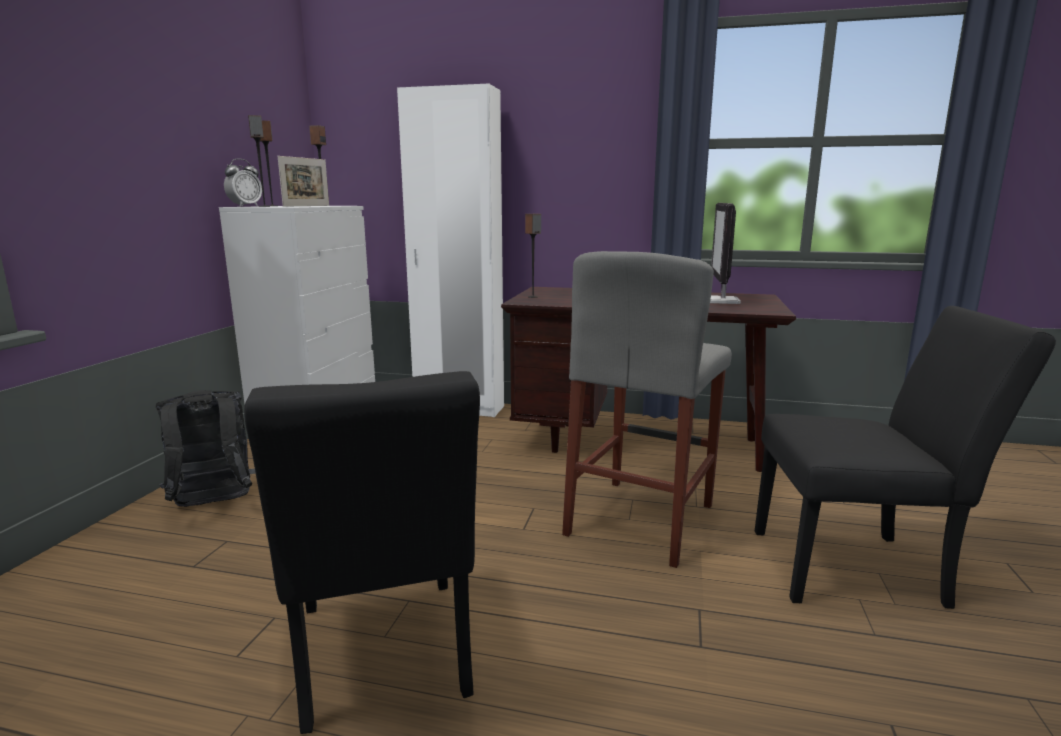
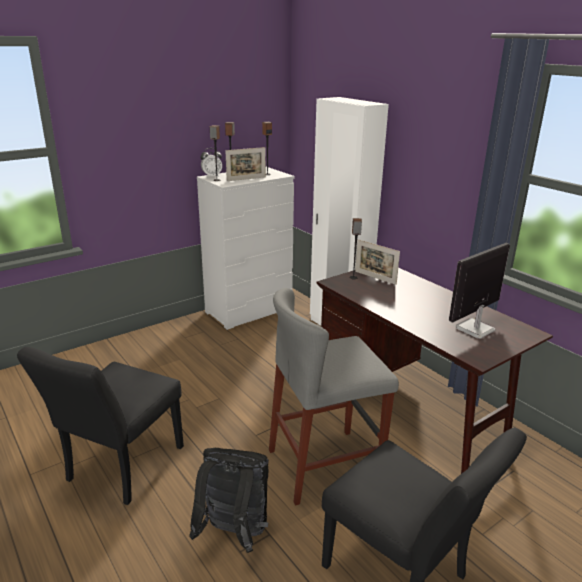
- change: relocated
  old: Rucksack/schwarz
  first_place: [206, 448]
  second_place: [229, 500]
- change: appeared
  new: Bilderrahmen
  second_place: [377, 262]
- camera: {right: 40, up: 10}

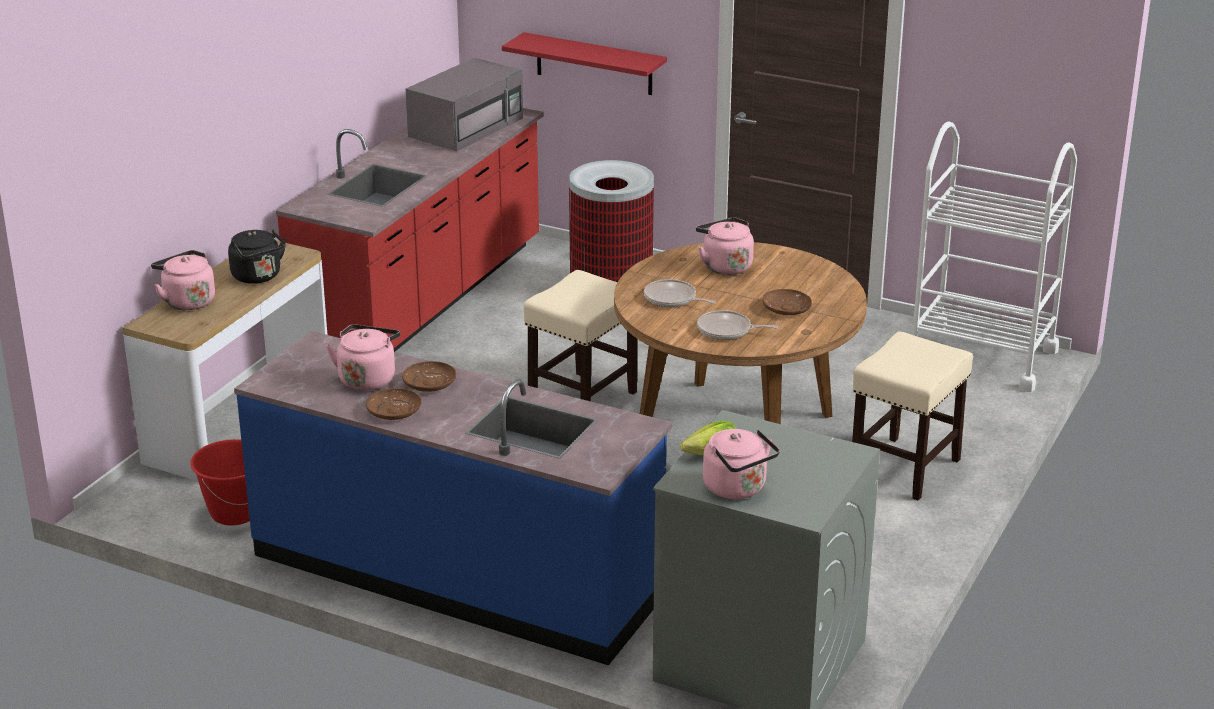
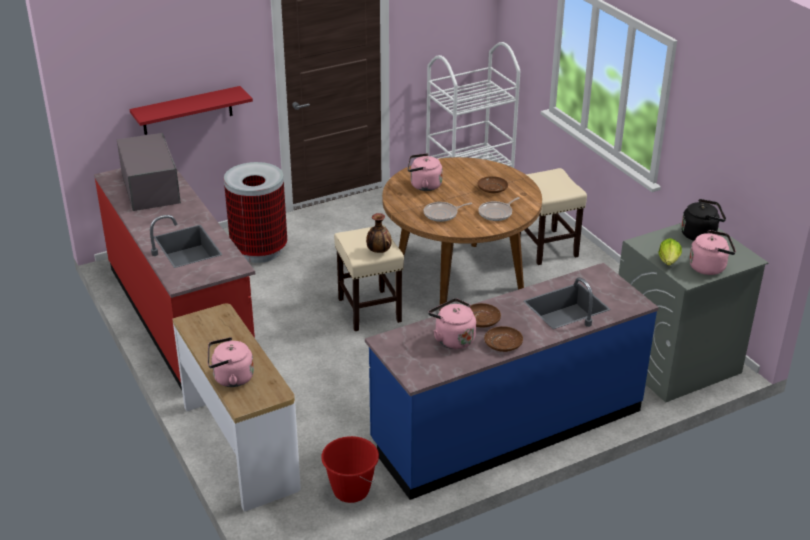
- change: relocated
  old: Wasserkessel/schwarz
  first_place: [257, 256]
  second_place: [703, 220]
- change: appeared
  new: Vase
  second_place: [379, 233]
- camera: {right: -55, up: 5}

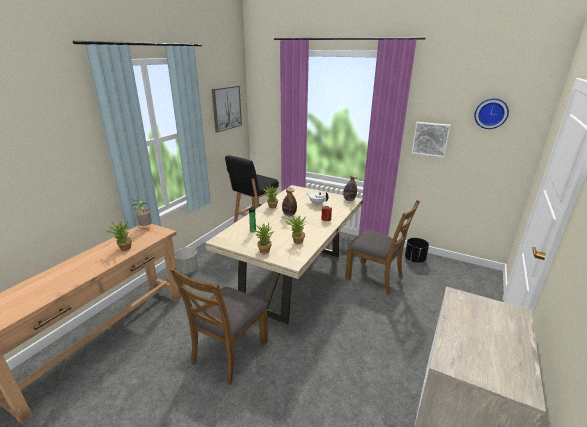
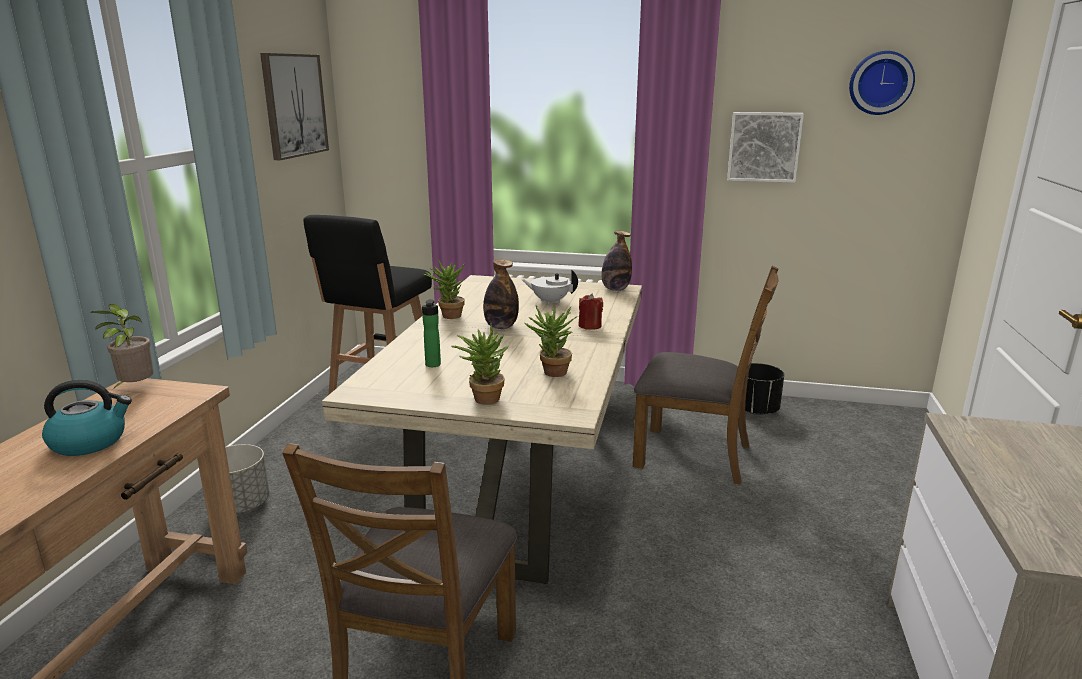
- change: exchanged
  old: Topfpflanze
  new: Wasserkessel
  first_place: [119, 236]
  second_place: [87, 418]
- camera: {right: -15, up: -5}

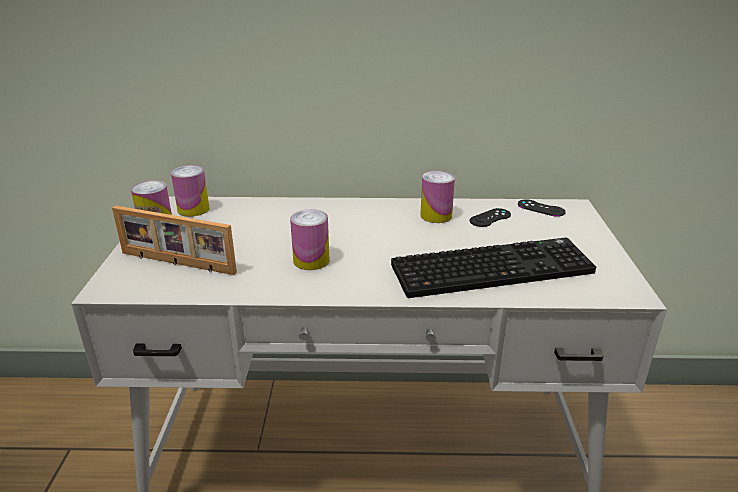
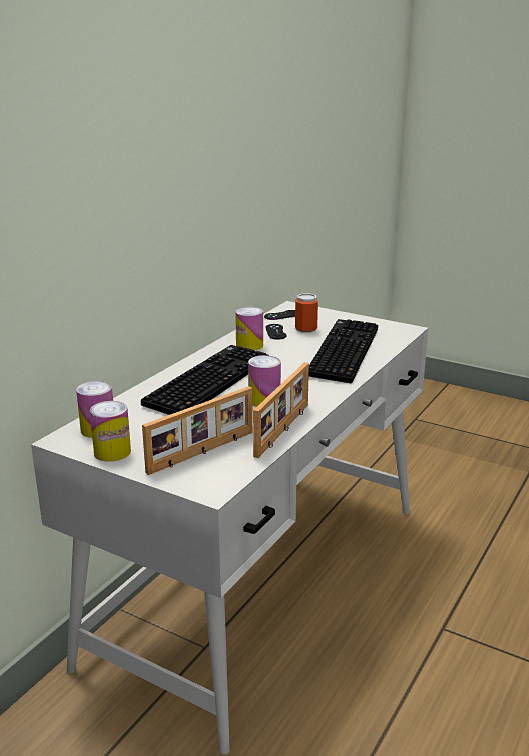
- change: appeared
  new: Tastatur
  second_place: [205, 380]
- change: appeared
  new: Bilderrahmen
  second_place: [281, 410]
- change: appeared
  new: Dose
  second_place: [306, 313]
- camera: {right: -60, up: -5}

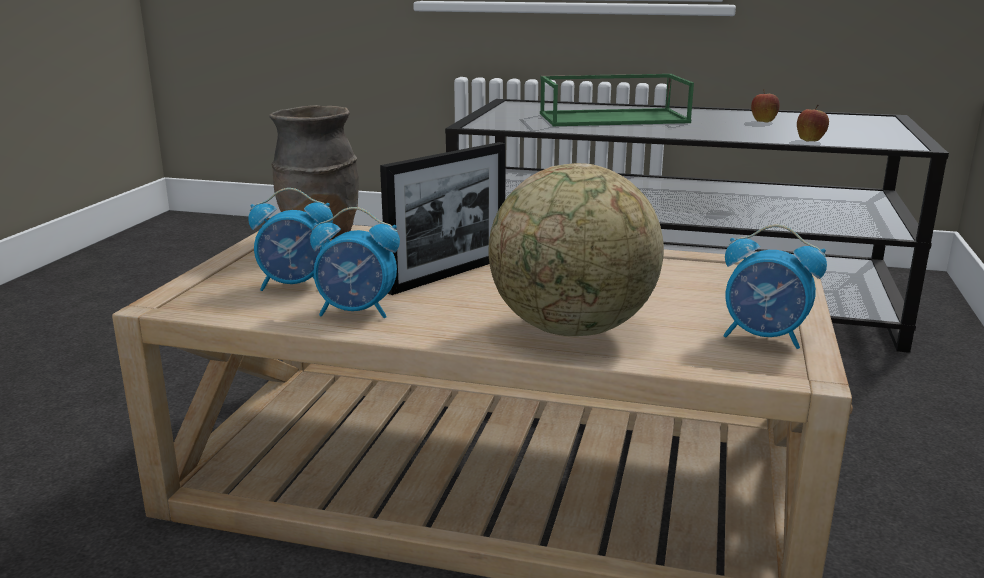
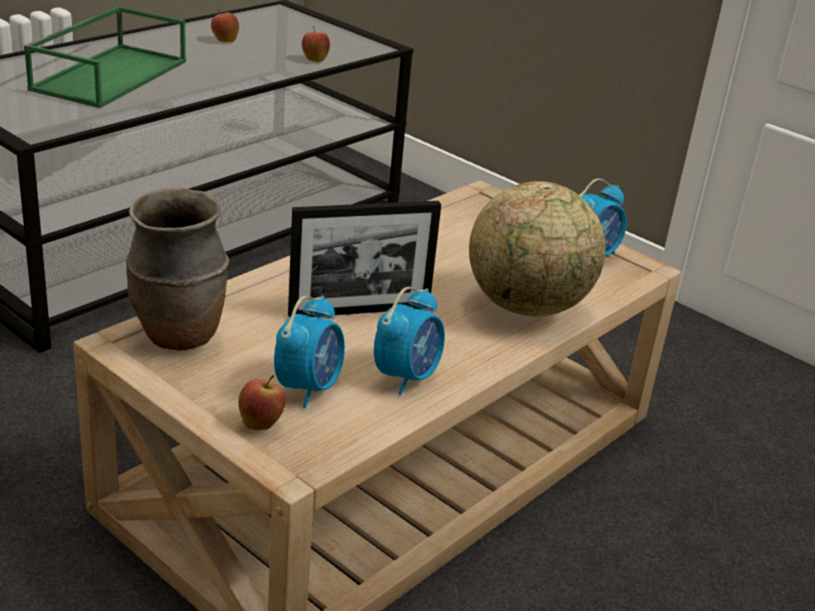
- change: spun
  old: Bilderrahmen
  first_place: [443, 218]
  second_place: [364, 259]
  degrees: 90
- change: appeared
  new: Apfel
  second_place: [262, 402]
- camera: {right: -65, up: 10}

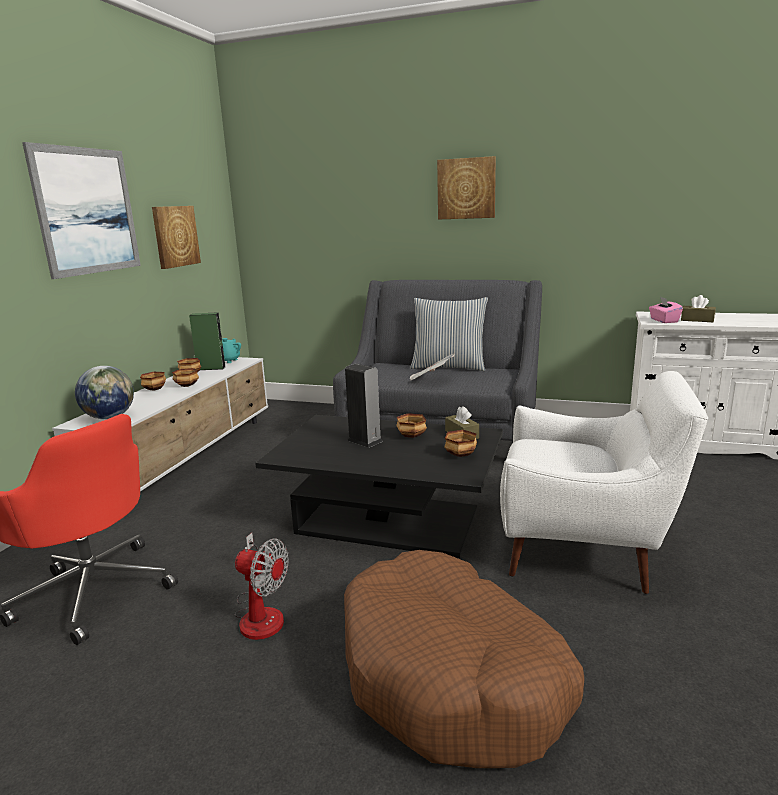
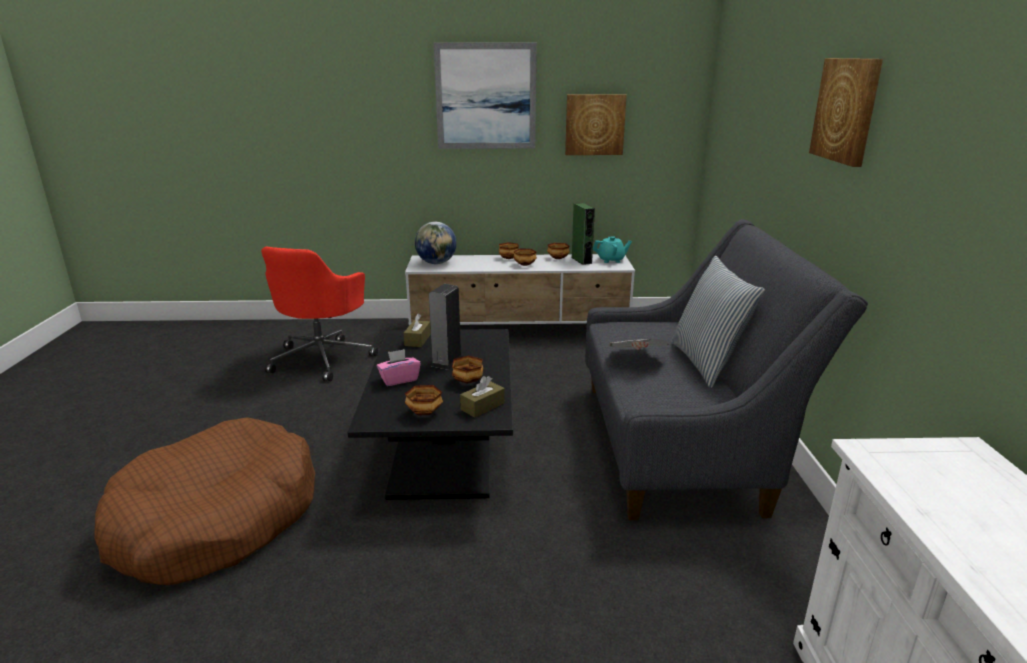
- change: missing
  old: Ventilator
  first_place: [262, 586]
- change: missing
  old: Sessel/weiß
  first_place: [604, 482]
- change: relocated
  old: Taschentuchbox/rosa
  first_place: [666, 310]
  second_place: [399, 367]
- change: relocated
  old: Taschentuchbox/braun
  first_place: [698, 308]
  second_place: [417, 330]
- camera: {right: 70, up: 5}

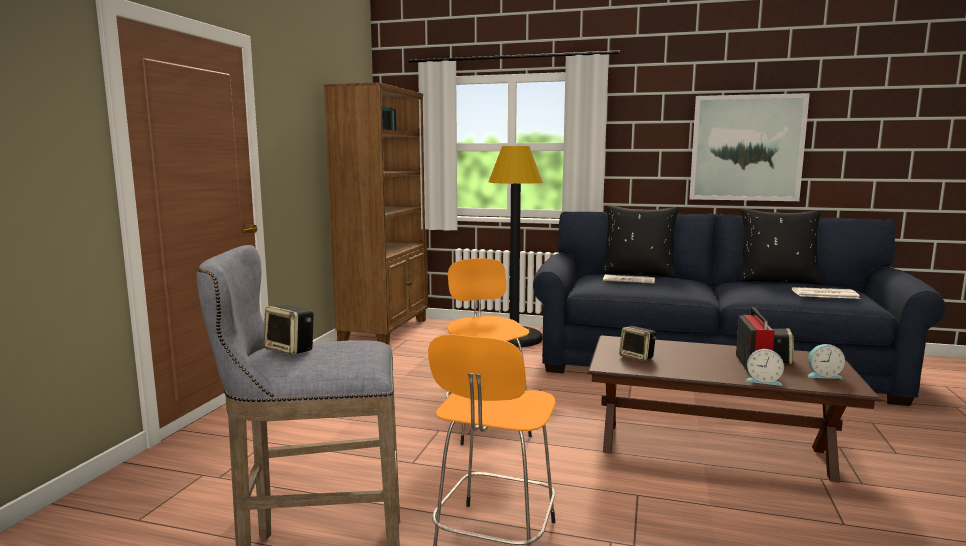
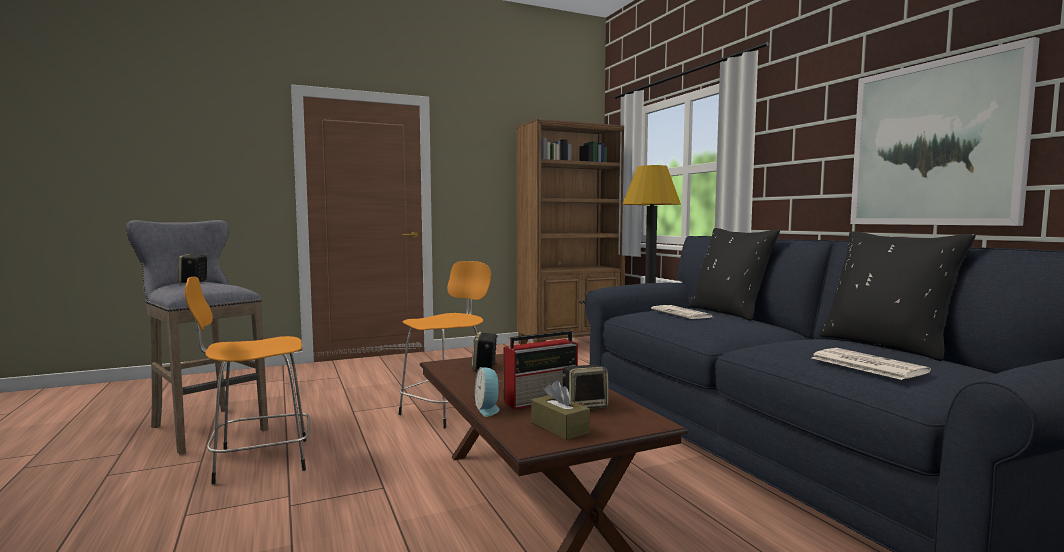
- change: exchanged
  old: Wecker
  new: Taschentuchbox/braun
  first_place: [826, 361]
  second_place: [560, 410]
- camera: {right: 50, up: -5}

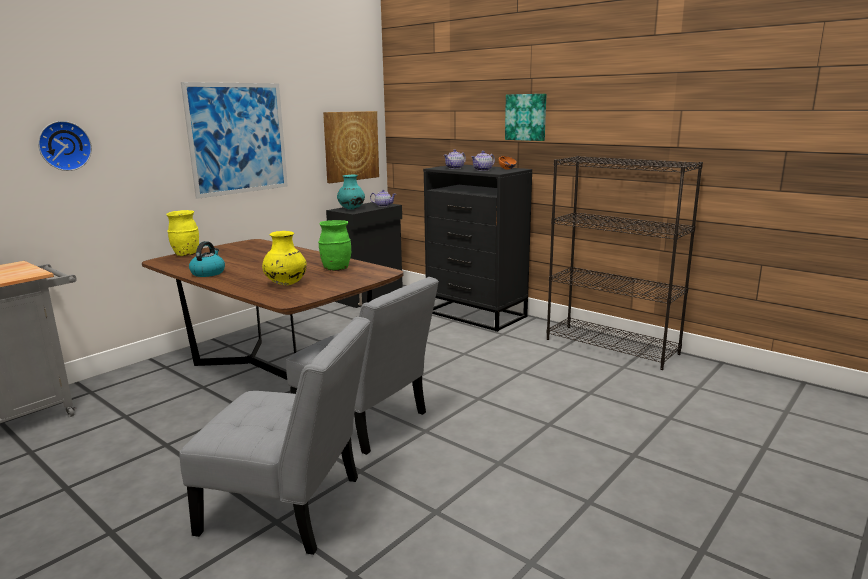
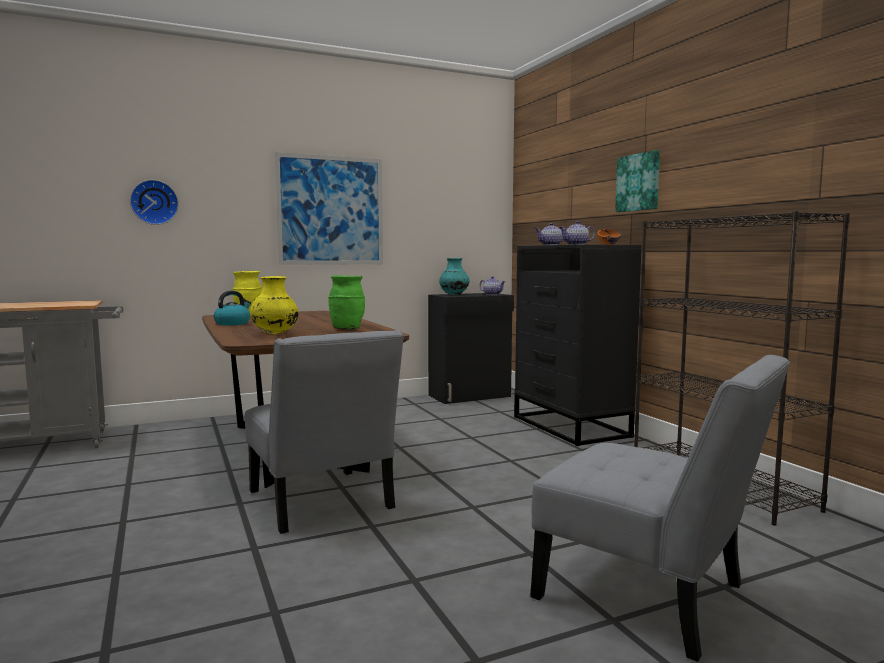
- change: relocated
  old: Stuhl/grau
  first_place: [274, 436]
  second_place: [660, 508]
- change: missing
  old: Bild
  first_place: [351, 147]
- camera: {right: 25, up: -10}

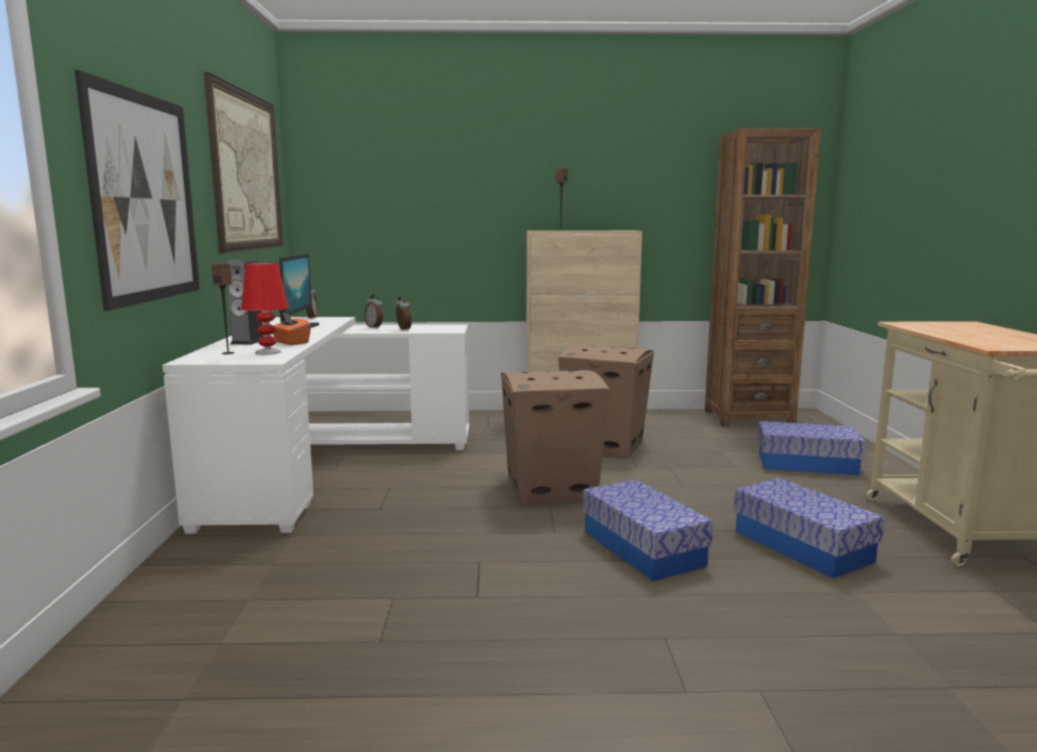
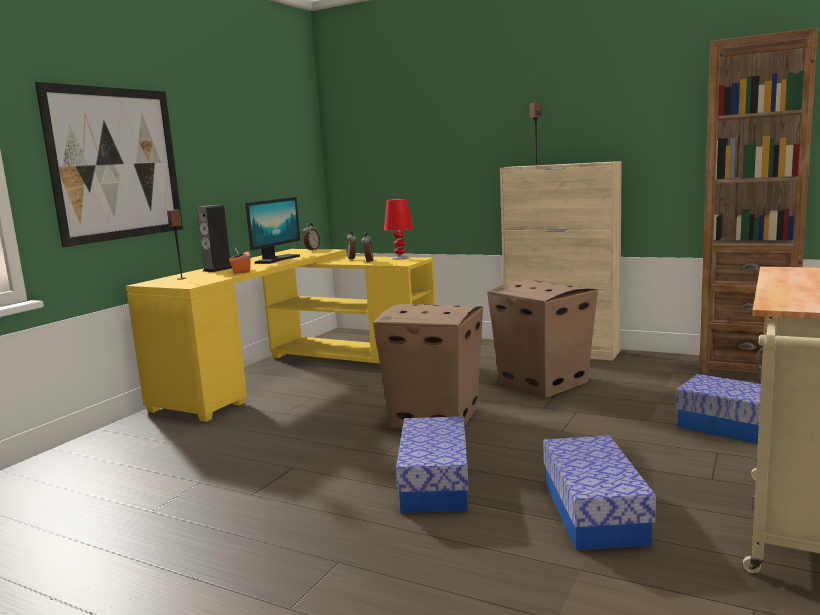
- change: colour
  old: Schreibtisch/weiß
  new: Schreibtisch/gelb
  first_place: [315, 425]
  second_place: [281, 335]
- change: missing
  old: Bild
  first_place: [243, 163]
- change: relocated
  old: Tischlampe/rot
  first_place: [264, 309]
  second_place: [398, 229]
- camera: {right: 30, up: 0}

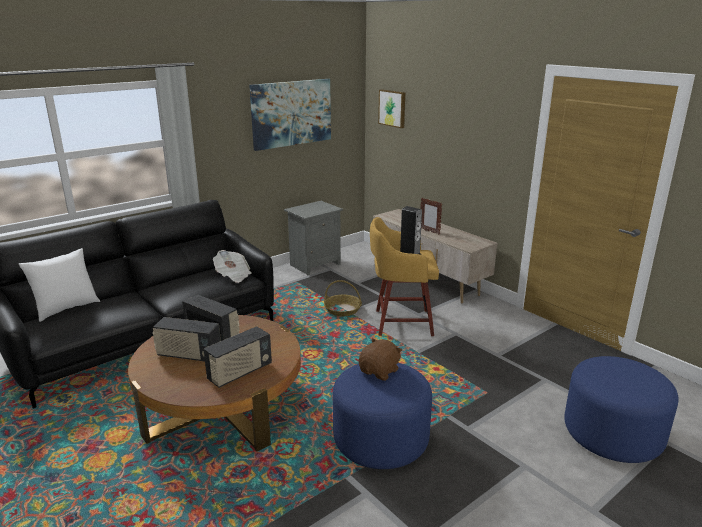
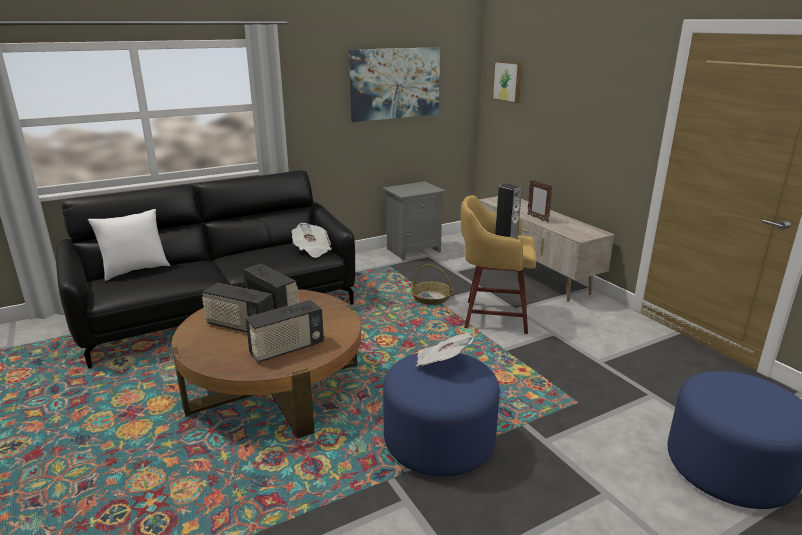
- change: exchanged
  old: Plüschtier/braun
  new: Zeitung
  first_place: [380, 359]
  second_place: [445, 349]
- camera: {right: 10, up: 0}

